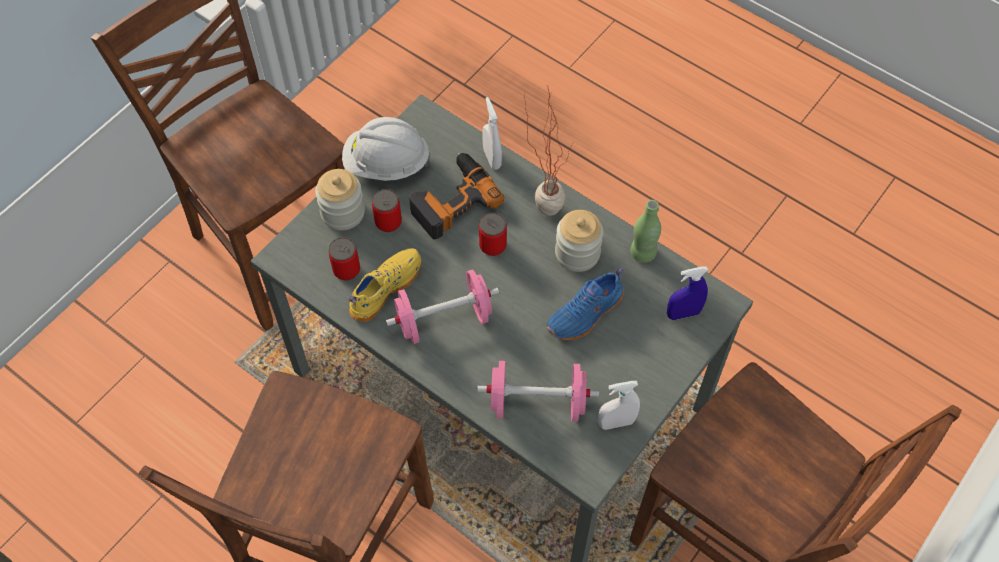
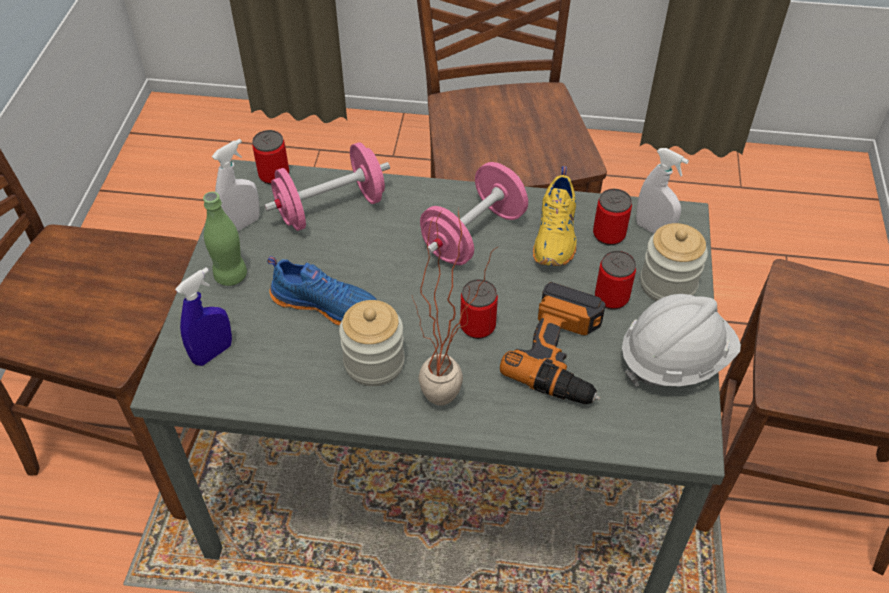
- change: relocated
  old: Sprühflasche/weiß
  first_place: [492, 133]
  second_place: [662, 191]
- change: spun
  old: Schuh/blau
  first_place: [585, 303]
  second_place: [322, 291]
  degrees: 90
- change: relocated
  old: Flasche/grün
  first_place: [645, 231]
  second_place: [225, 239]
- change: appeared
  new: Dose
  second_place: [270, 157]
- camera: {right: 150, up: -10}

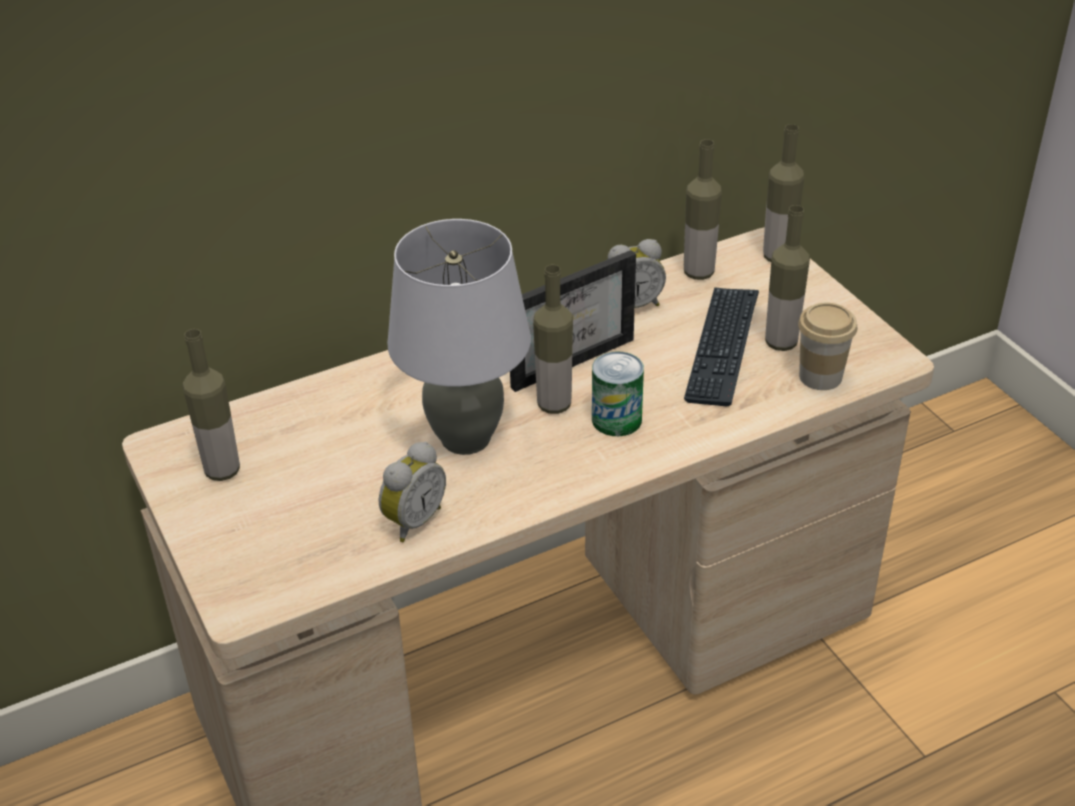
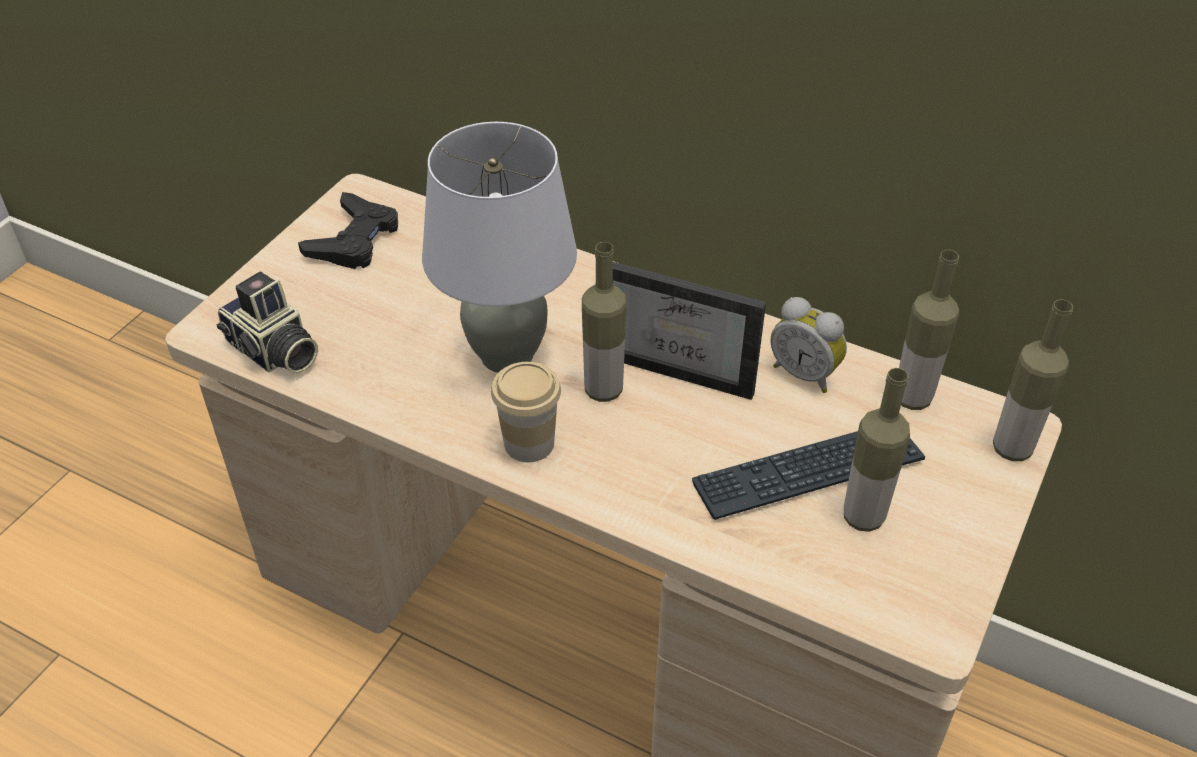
- change: exchanged
  old: Flasche
  new: Gamepad/schwarz
  first_place: [211, 405]
  second_place: [348, 230]
- change: missing
  old: Wecker
  first_place: [412, 492]
- change: missing
  old: Dose
  first_place: [618, 394]
- change: relocated
  old: Tasse
  first_place: [827, 346]
  second_place: [526, 412]
- change: appeared
  new: Kamera
  second_place: [267, 323]
- camera: {right: 55, up: 5}

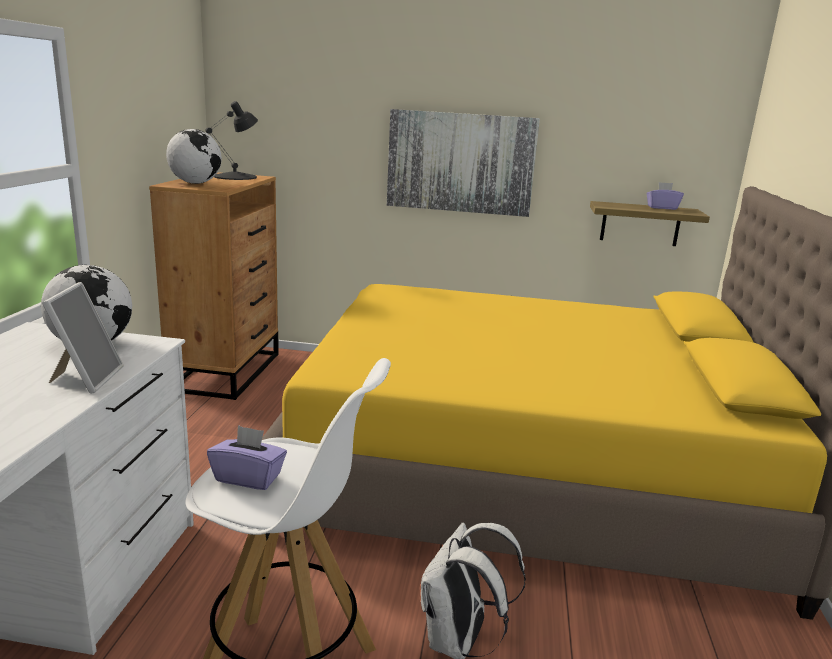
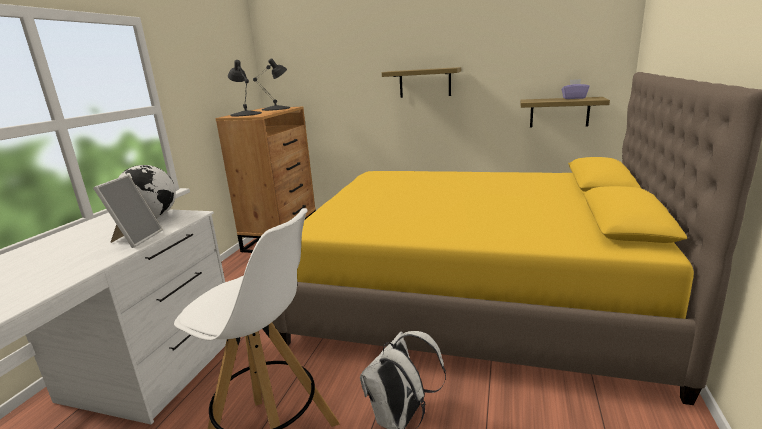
- change: exchanged
  old: Globus
  new: Tischlampe/schwarz
  first_place: [194, 156]
  second_place: [245, 88]
- change: missing
  old: Taschentuchbox/lila
  first_place: [247, 457]
- change: exchanged
  old: Bild
  new: Wandregal
  first_place: [463, 163]
  second_place: [421, 82]
- camera: {right: 10, up: 0}

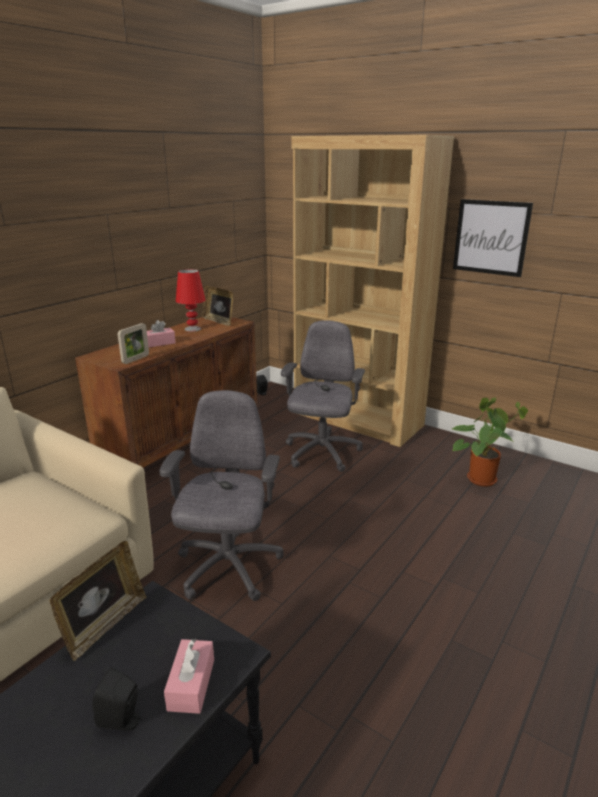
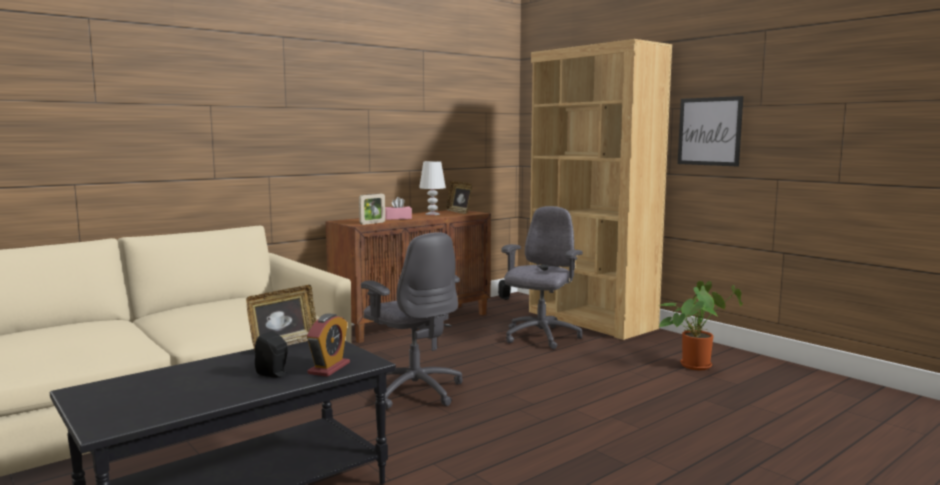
- change: spun
  old: Bürostuhl/grau
  first_place: [222, 495]
  second_place: [412, 320]
  degrees: 120
- change: exchanged
  old: Taschentuchbox/rosa
  new: Wecker
  first_place: [189, 676]
  second_place: [328, 345]
- change: colour
  old: Tischlampe/rot
  new: Tischlampe/weiß
  first_place: [191, 300]
  second_place: [432, 188]
- camera: {right: 15, up: -15}

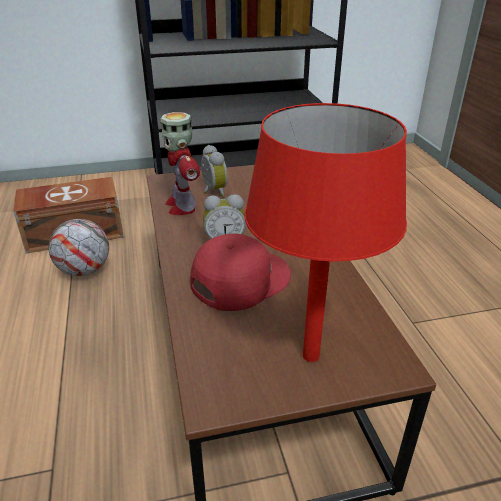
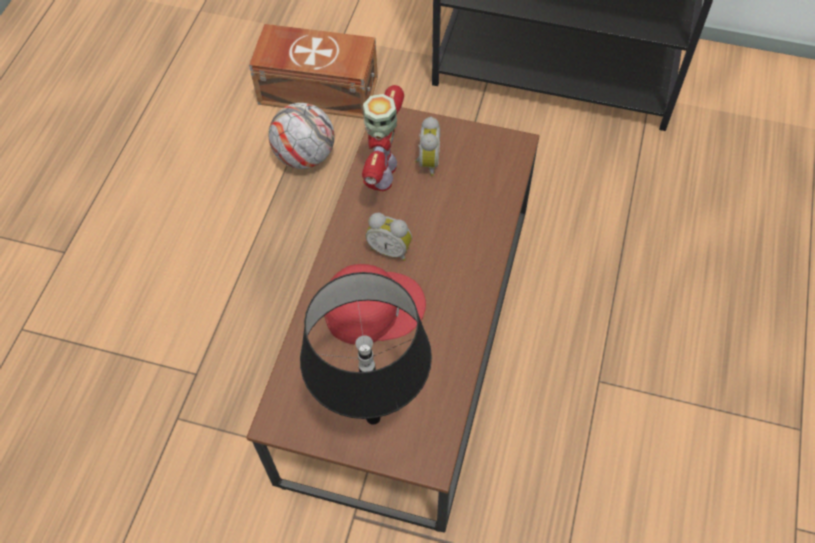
- change: colour
  old: Tischlampe/rot
  new: Tischlampe/schwarz
  first_place: [325, 232]
  second_place: [366, 348]
- camera: {right: 30, up: 25}

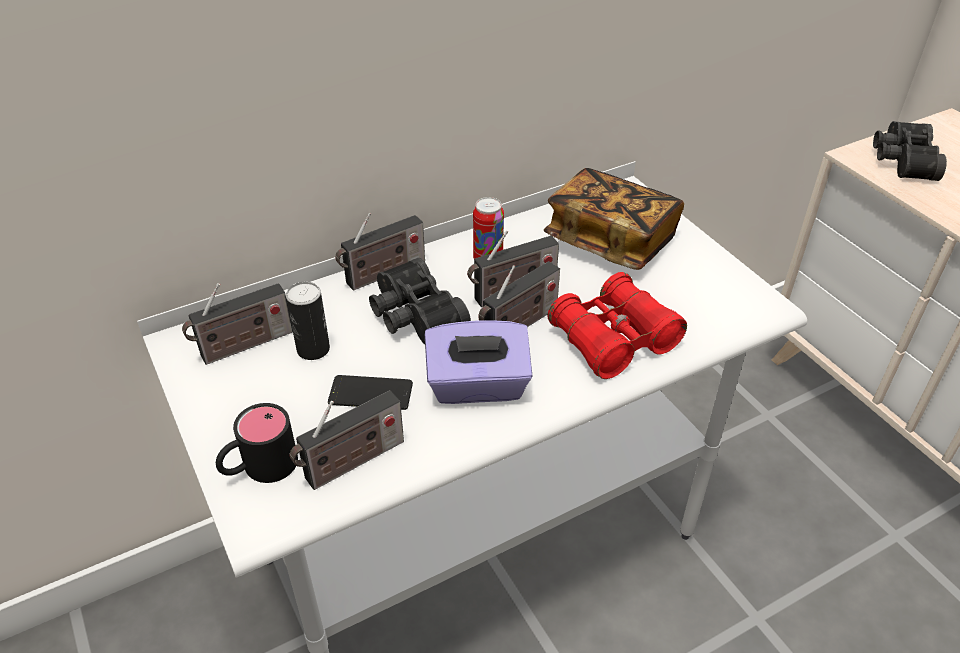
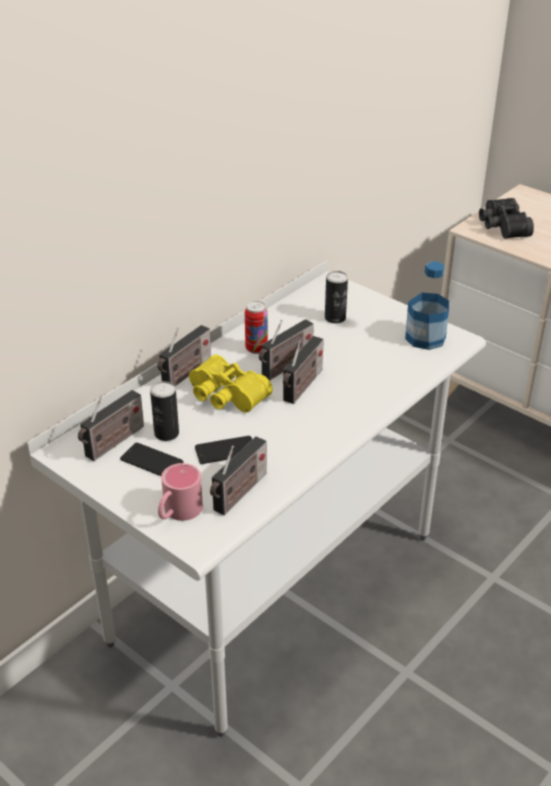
- change: colour
  old: Henkelbecher/schwarz
  new: Henkelbecher/rosa
  first_place: [257, 443]
  second_place: [180, 492]
- change: colour
  old: Fernglas/schwarz
  new: Fernglas/gelb
  first_place: [420, 301]
  second_place: [231, 384]
- change: missing
  old: Taschentuchbox/lila
  first_place: [478, 362]
- change: exchanged
  old: Buch
  new: Dose
  first_place: [614, 219]
  second_place: [336, 297]
- change: missing
  old: Fernglas/rot
  first_place: [617, 325]
- change: appeared
  new: Handy
  second_place: [151, 459]
- change: appeared
  new: Flasche
  second_place: [427, 305]
- camera: {right: -20, up: -5}

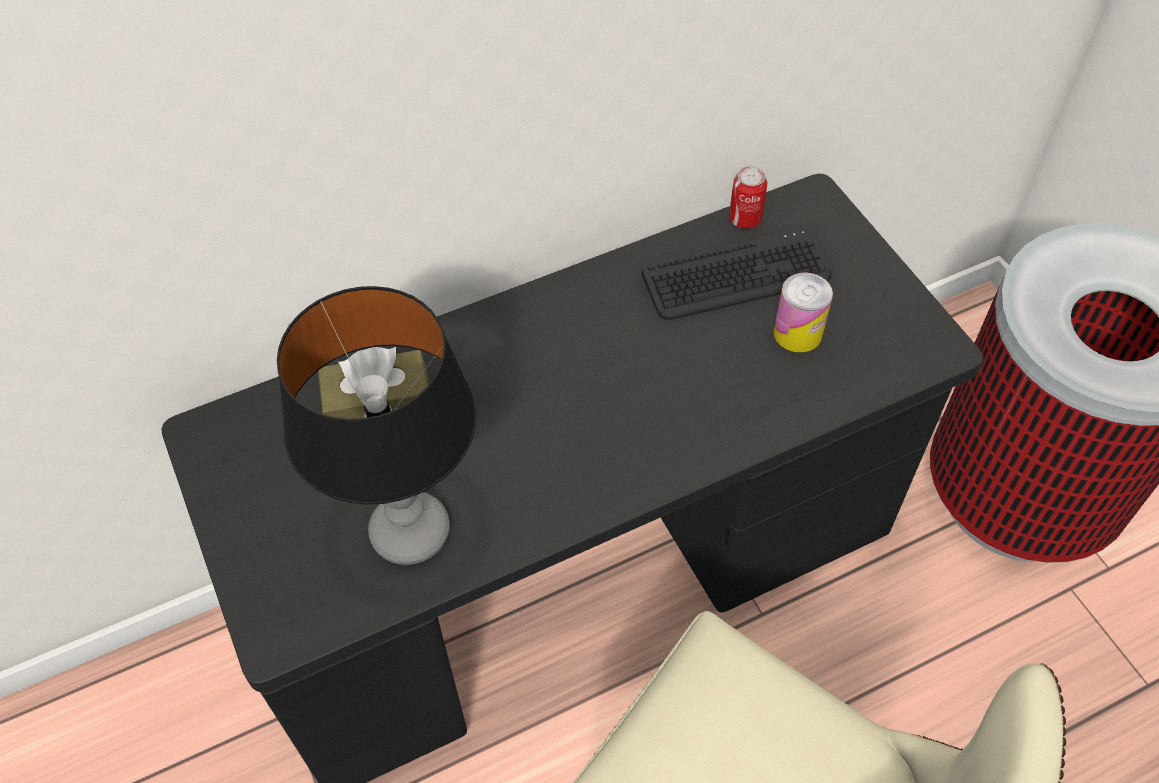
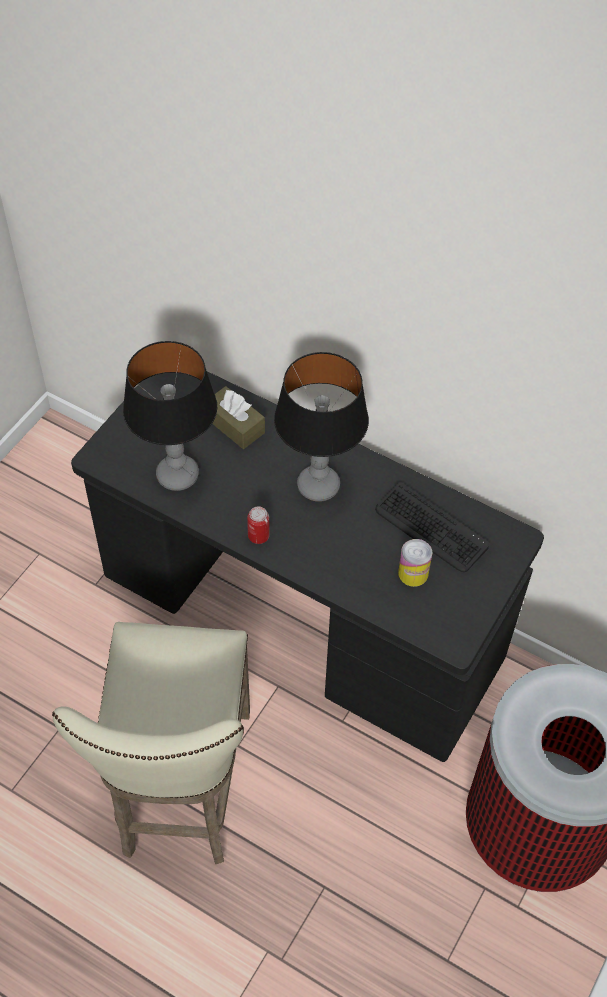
- change: relocated
  old: Dose
  first_place: [748, 197]
  second_place: [258, 525]
- change: appeared
  new: Tischlampe
  second_place: [321, 427]
- camera: {right: 55, up: 0}

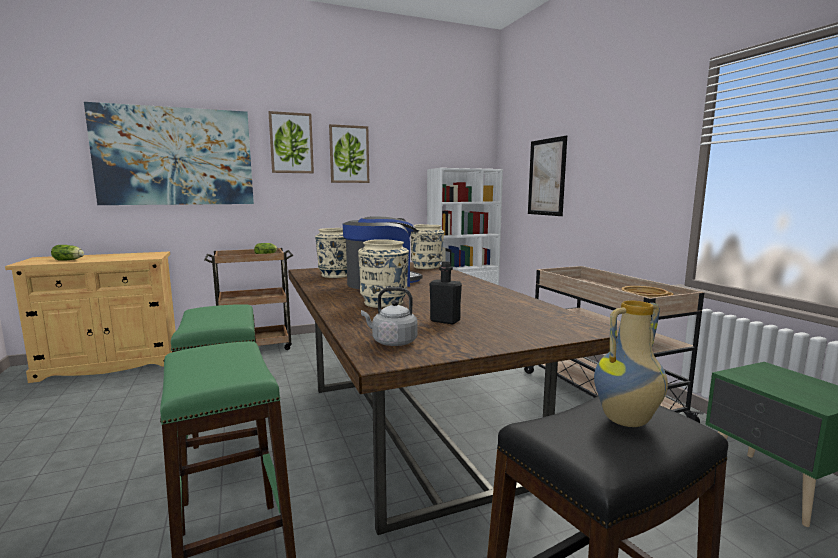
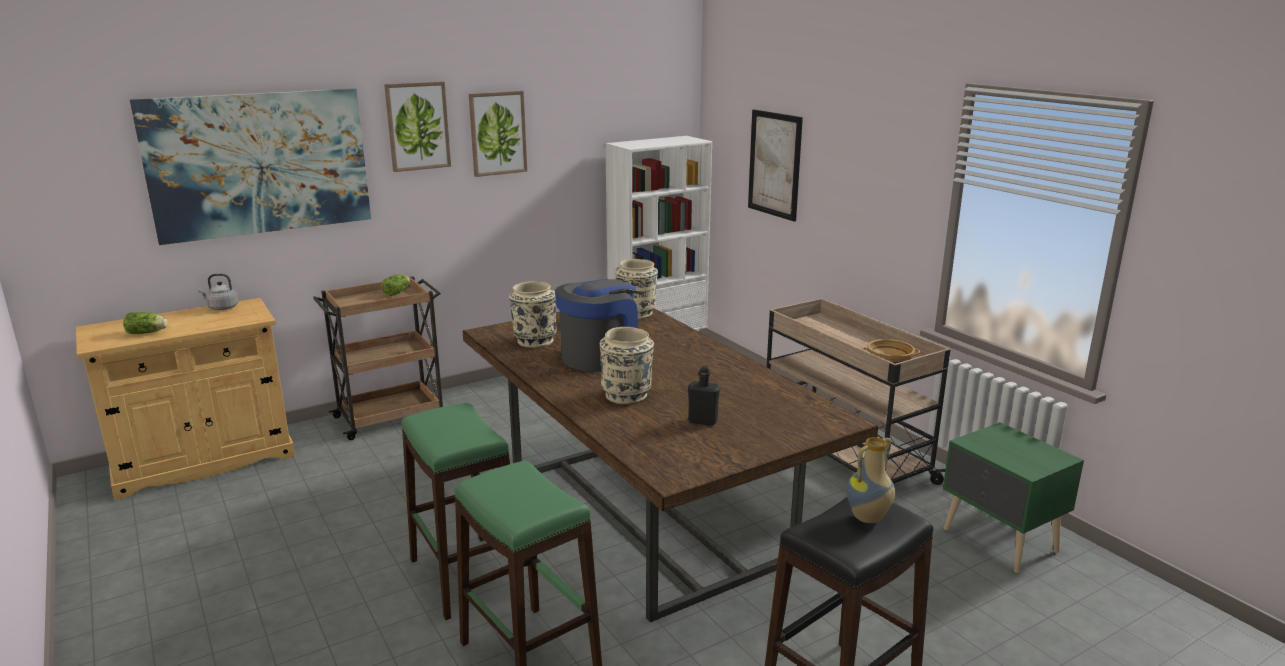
- change: relocated
  old: Wasserkessel/grau
  first_place: [389, 316]
  second_place: [218, 292]
- camera: {right: -10, up: 10}

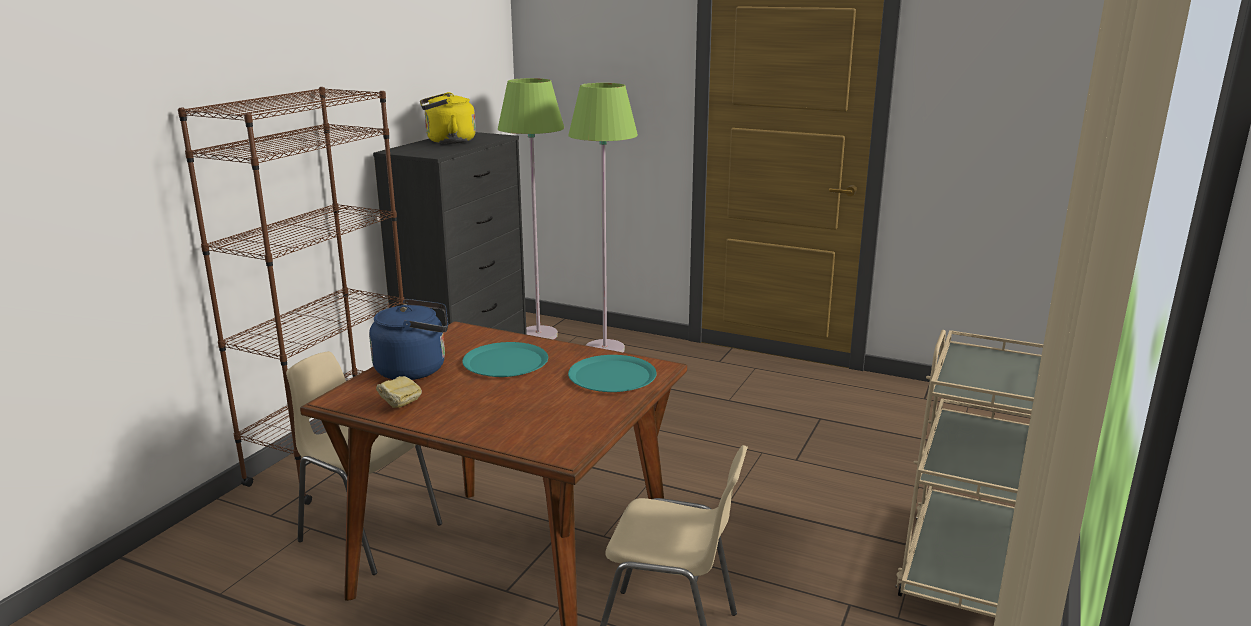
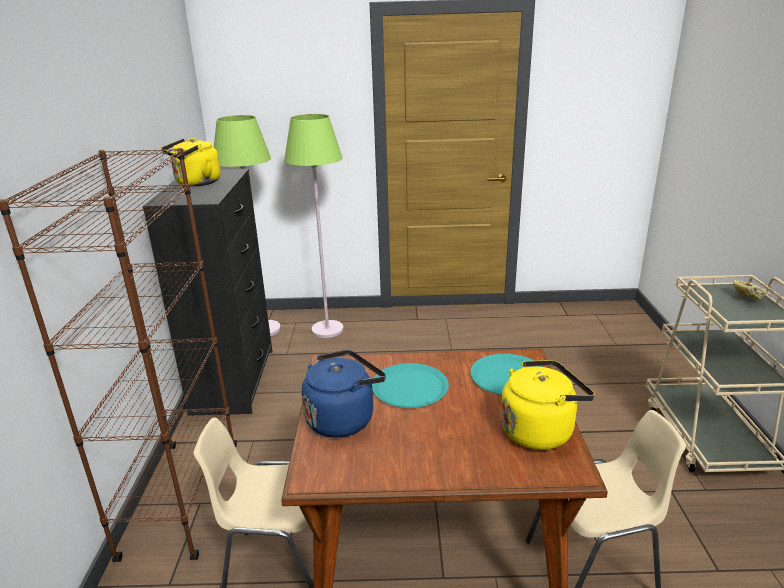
- change: relocated
  old: Brot
  first_place: [399, 392]
  second_place: [750, 289]
- change: appeared
  new: Wasserkessel/gelb
  second_place: [548, 405]
- camera: {right: -25, up: 5}

